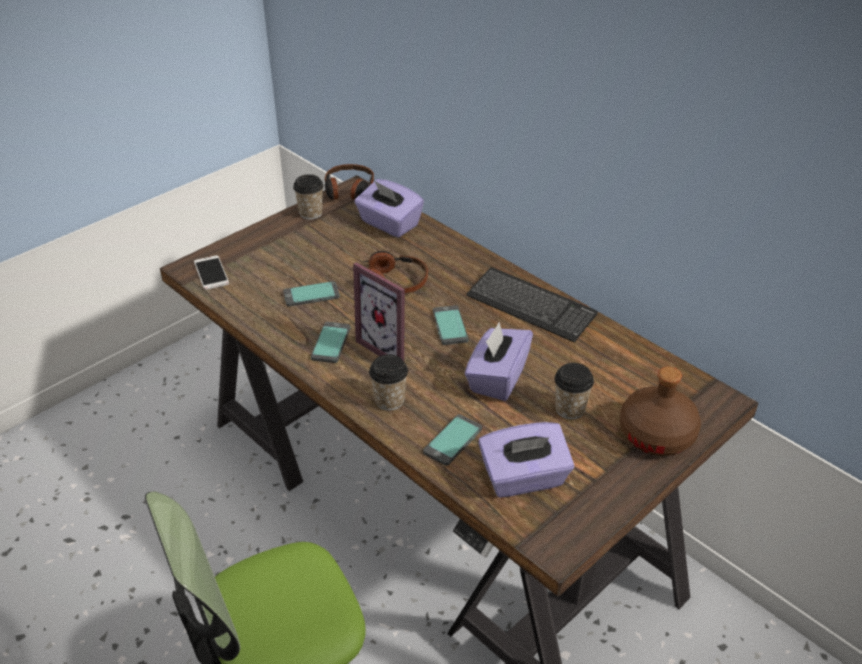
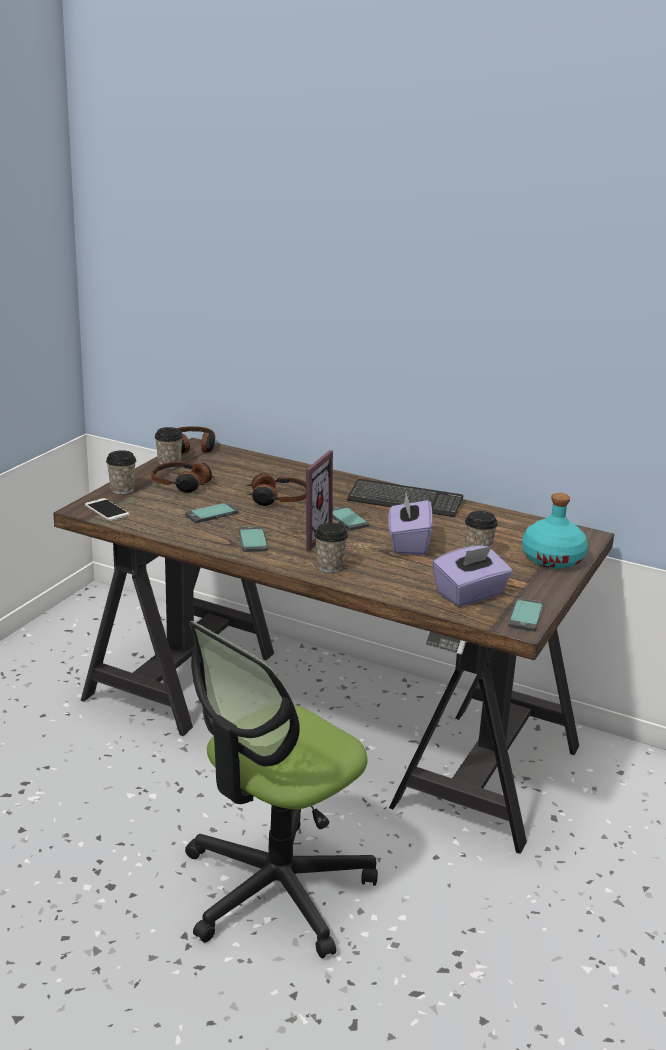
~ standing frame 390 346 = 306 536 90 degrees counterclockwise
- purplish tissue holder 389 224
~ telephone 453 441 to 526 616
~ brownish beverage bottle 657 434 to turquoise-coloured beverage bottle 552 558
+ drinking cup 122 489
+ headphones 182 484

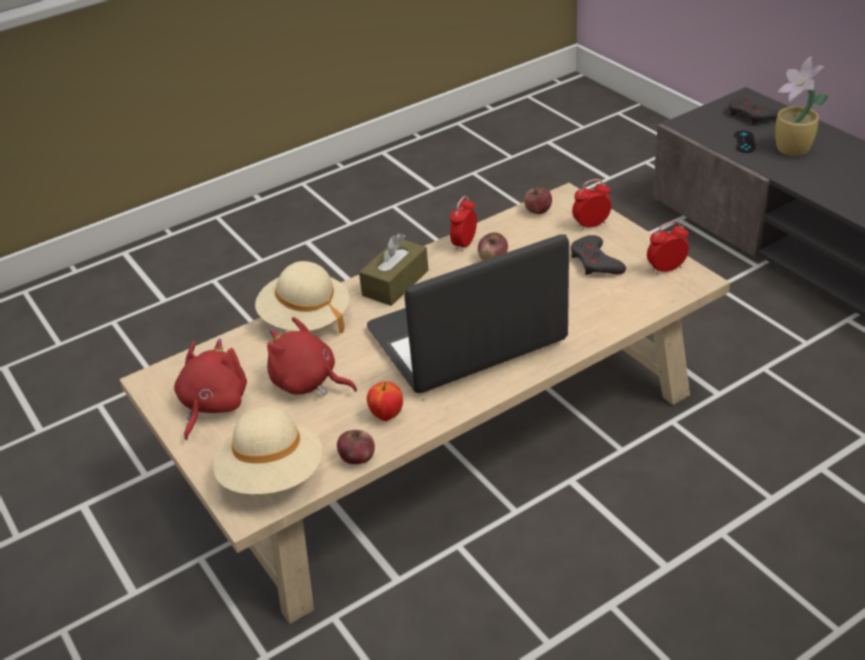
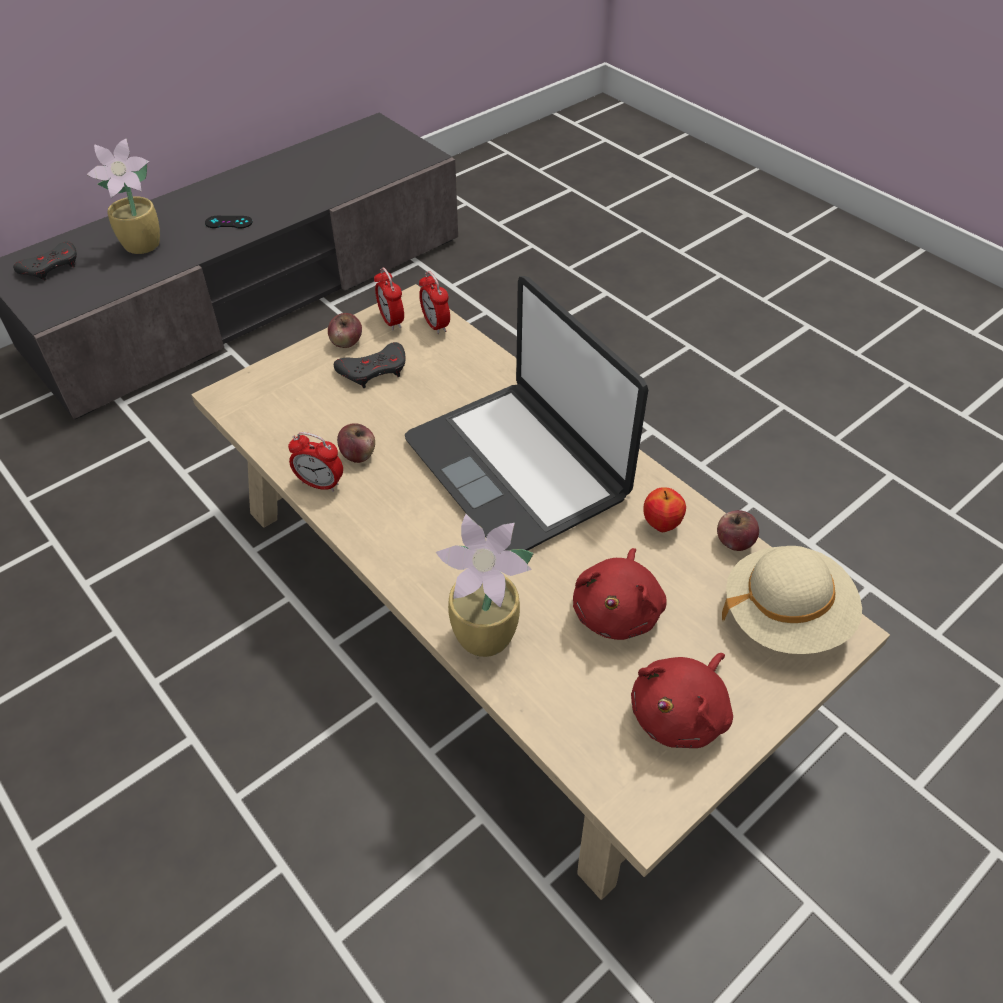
~ reddish soft toy 212 405 = 681 713 60 degrees counterclockwise
~ sand-coloured clothing hat 305 319 to potted plant 487 637
- brownish tissue holder 395 283
~ whole apple 537 211 to 346 342
~ table clock 591 225 to 435 325
~ black-coloured game controller 744 142 to 228 222

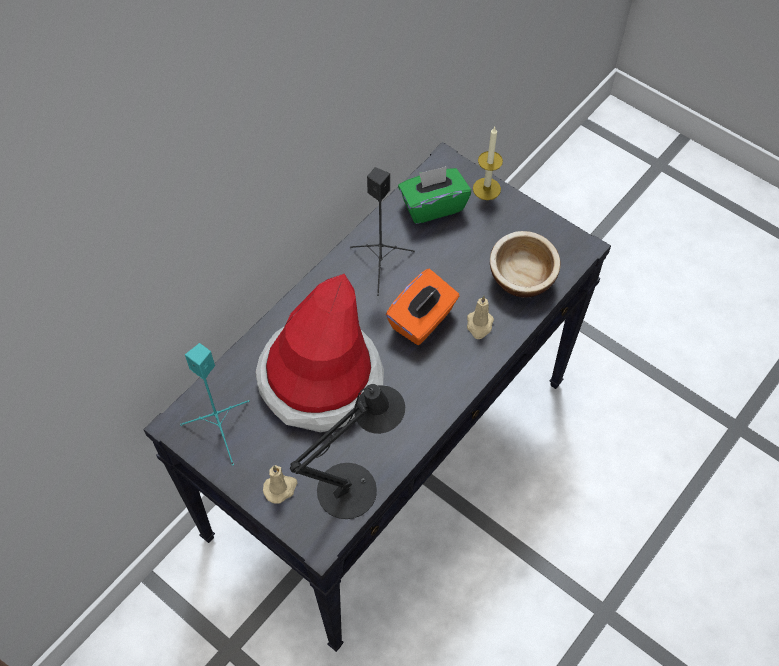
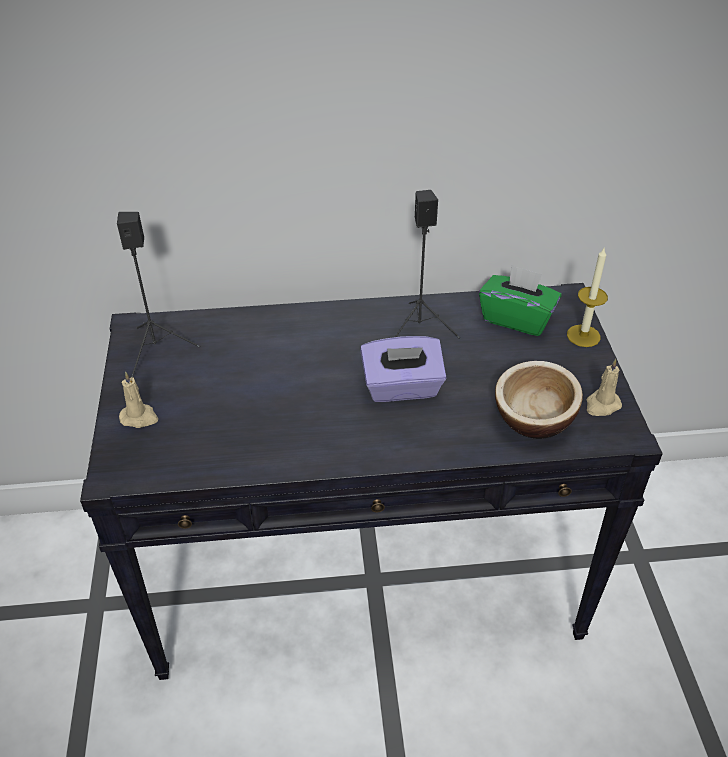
~ turquoise-coloured loudspeaker 221 430 to black-coloured loudspeaker 156 351
- clothing hat 320 378
- black-coloured lamp for a table 355 486
~ orangey tissue holder 422 320 to purplish tissue holder 402 388
~ sand-coloured candle 479 325 to 602 405

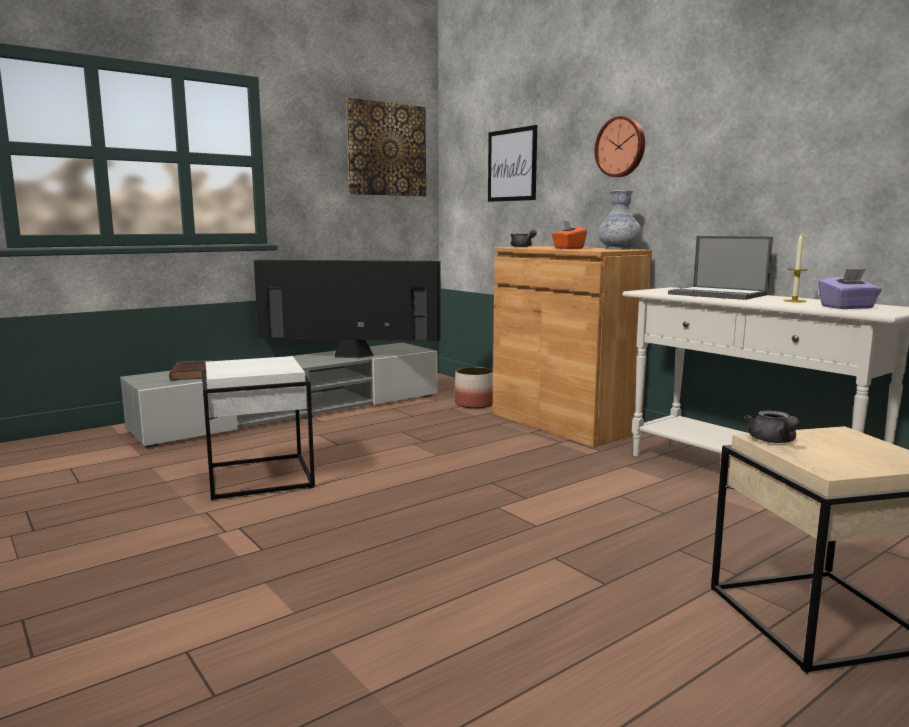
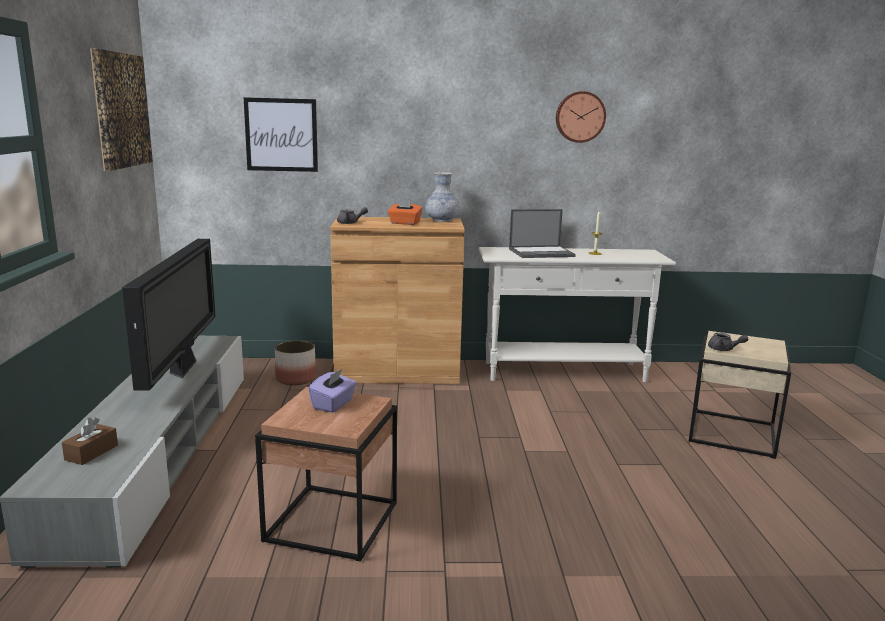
~ brownish book 192 374 to brownish tissue holder 91 452
~ white end table 260 476 to brownish end table 331 521
~ television 349 356 = 183 368 135 degrees clockwise
~ hanging clock 621 147 to 580 117
~ purplish tissue holder 847 307 to 333 404

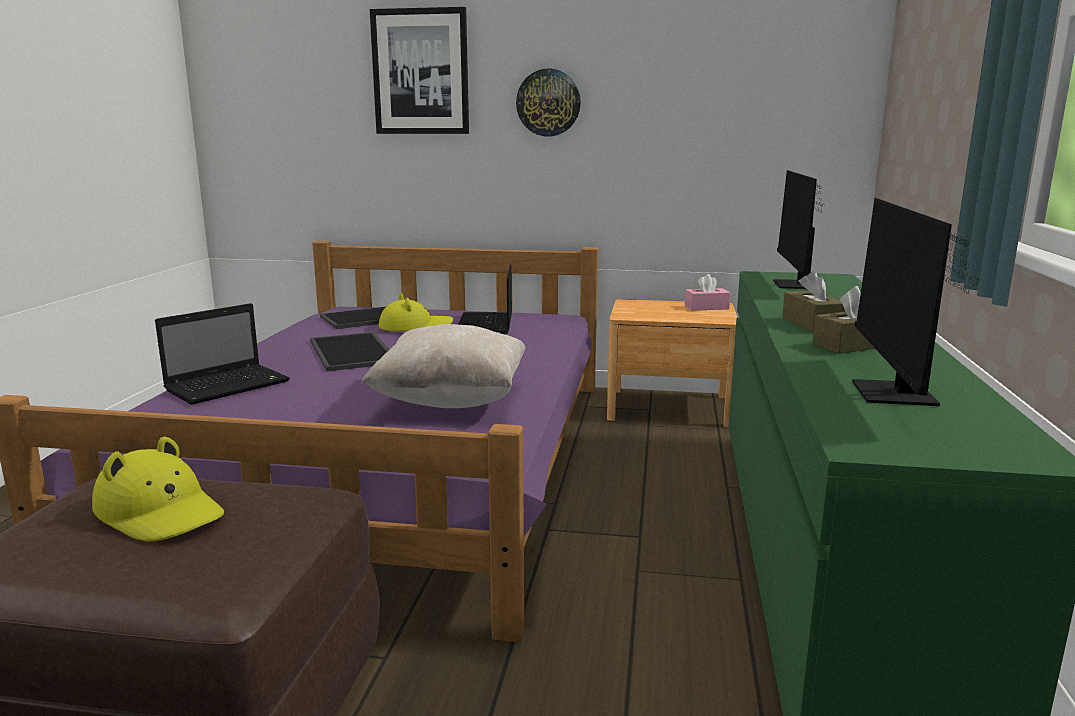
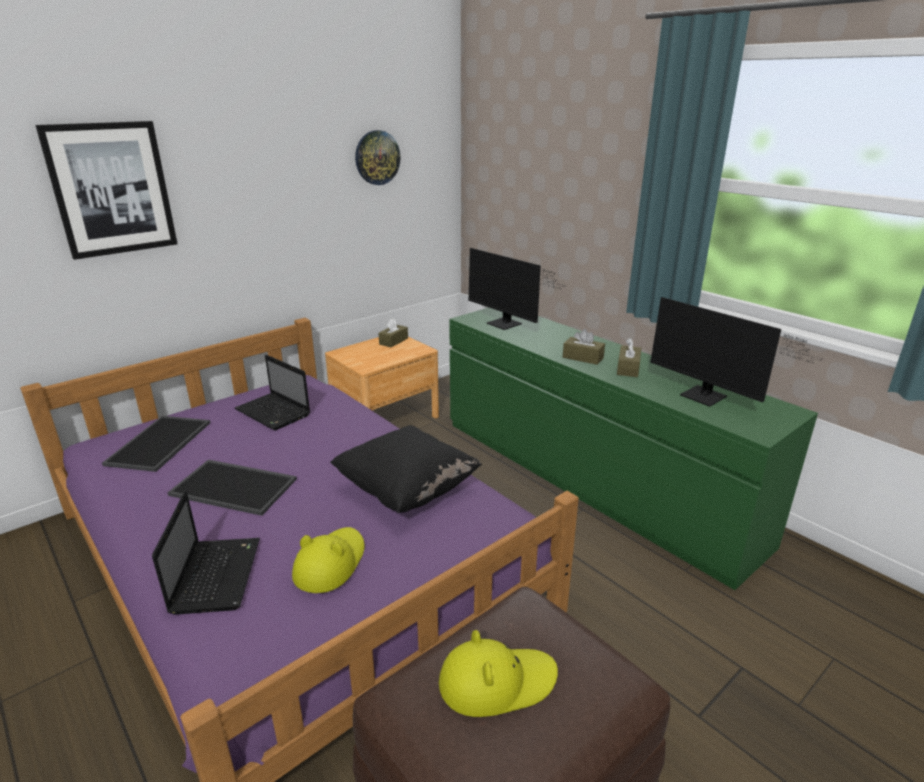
~ sand-coloured pillow 451 401 to black-coloured pillow 407 490
~ yellowish clothing hat 415 327 to 330 563
~ hanging clock 548 103 to 377 157
~ pink-coloured tissue holder 706 307 to brownish tissue holder 393 341

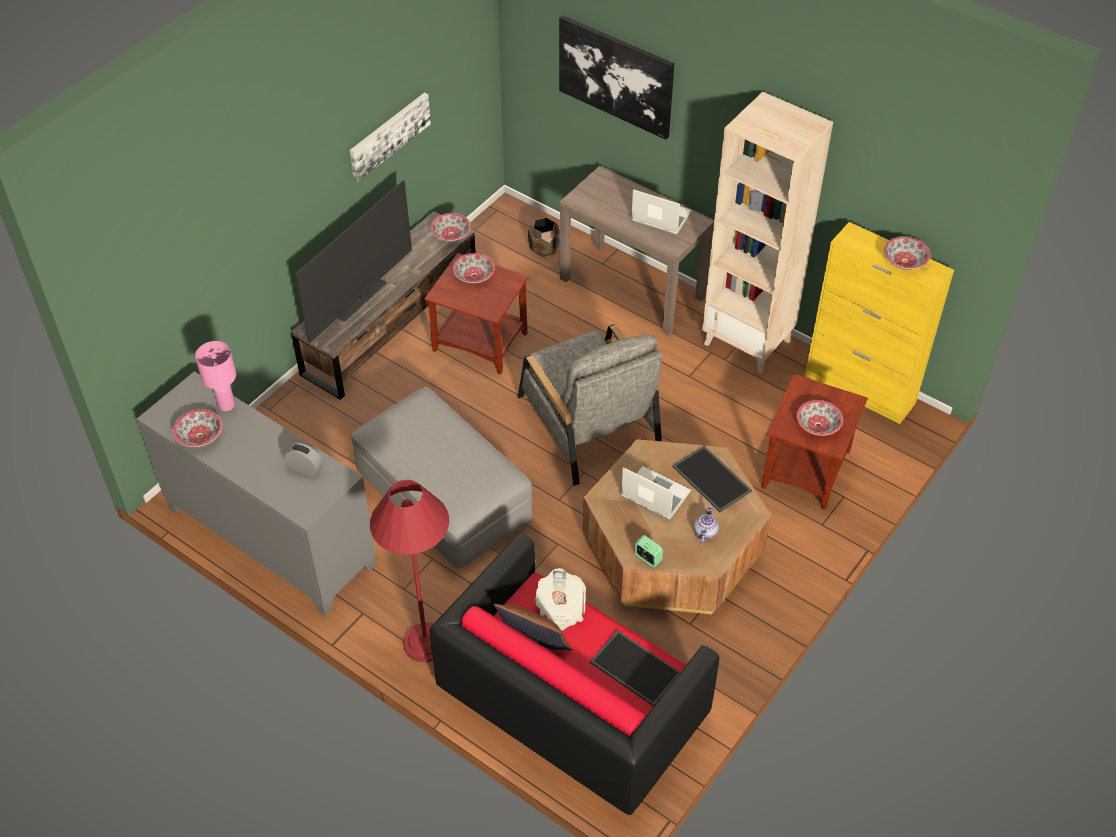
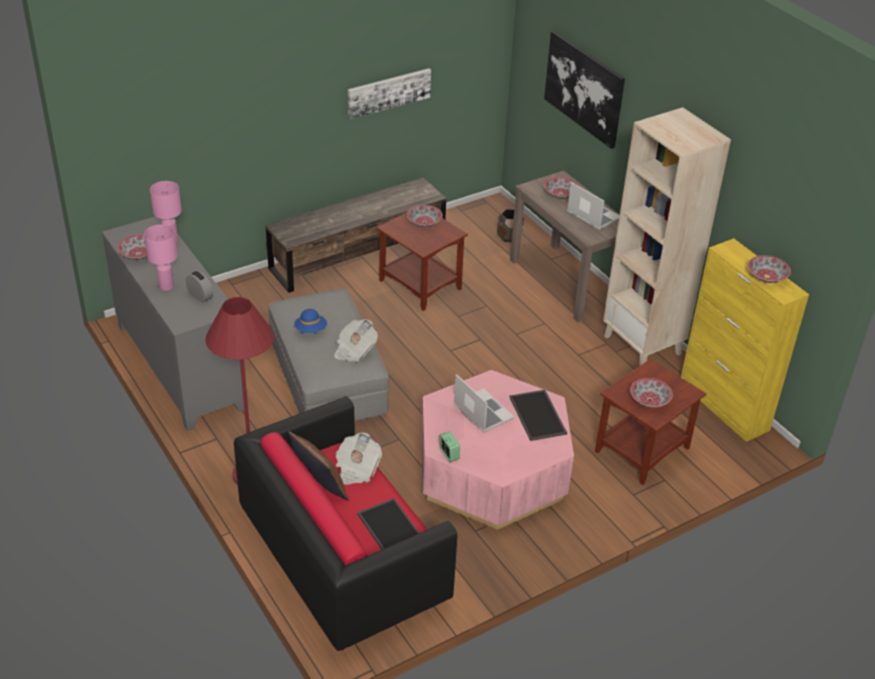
- television 361 299
~ deep dish 451 234 to 560 194
- gray easy chair 588 423
~ brownish coffee table 672 548 to pink-coloured coffee table 492 471
- teapot 704 532
+ pink-coloured lamp for a table 166 286
+ bluish clothing hat 311 330
+ newspaper 354 350

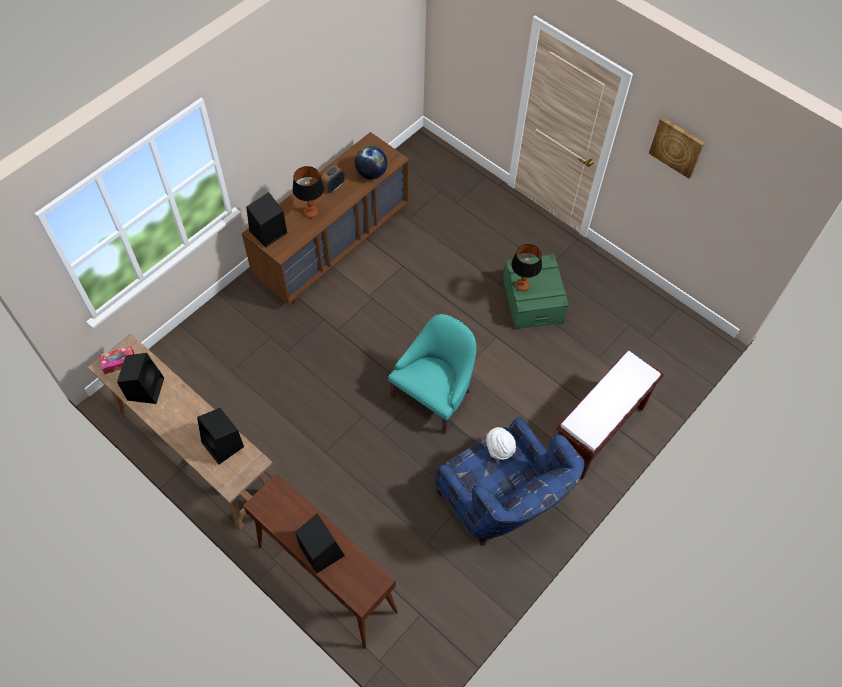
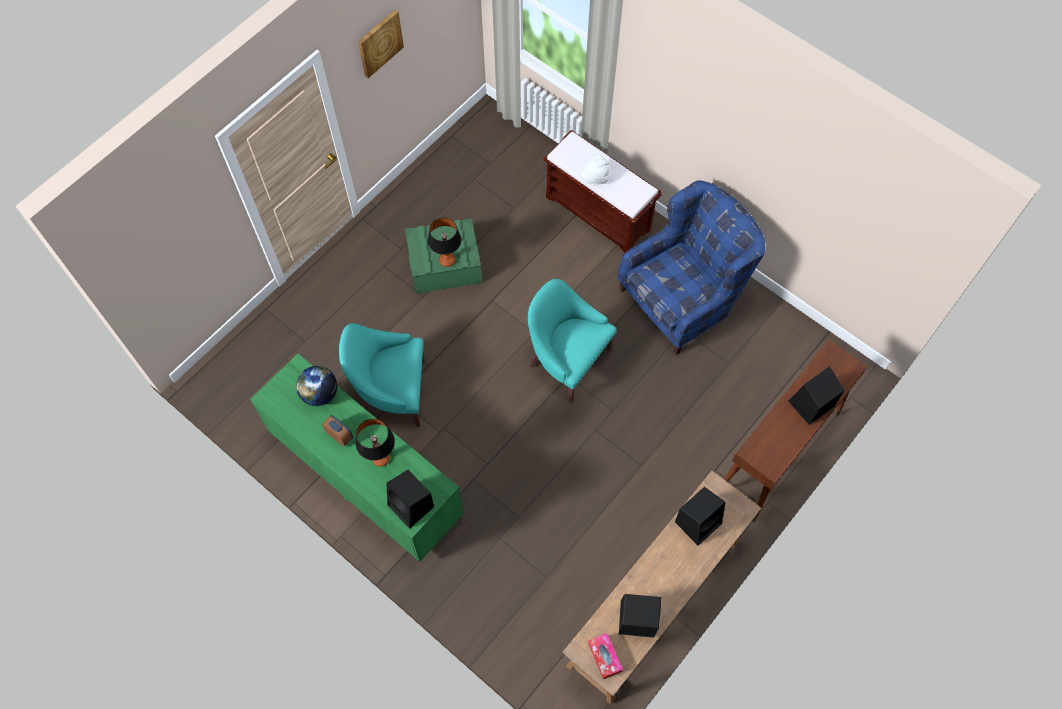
~ brownish dresser 333 246 to greenish dresser 366 477
~ white clothing hat 499 448 to 595 178
+ turquoise-coloured easy chair 392 392

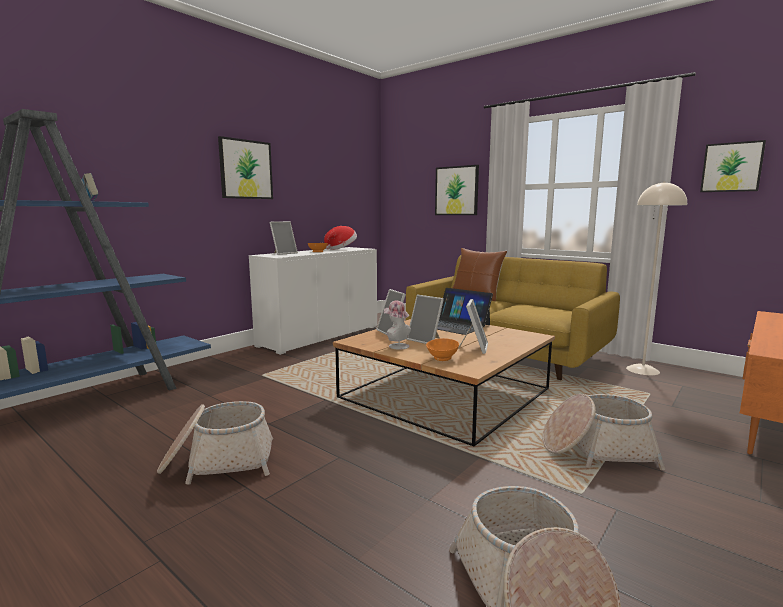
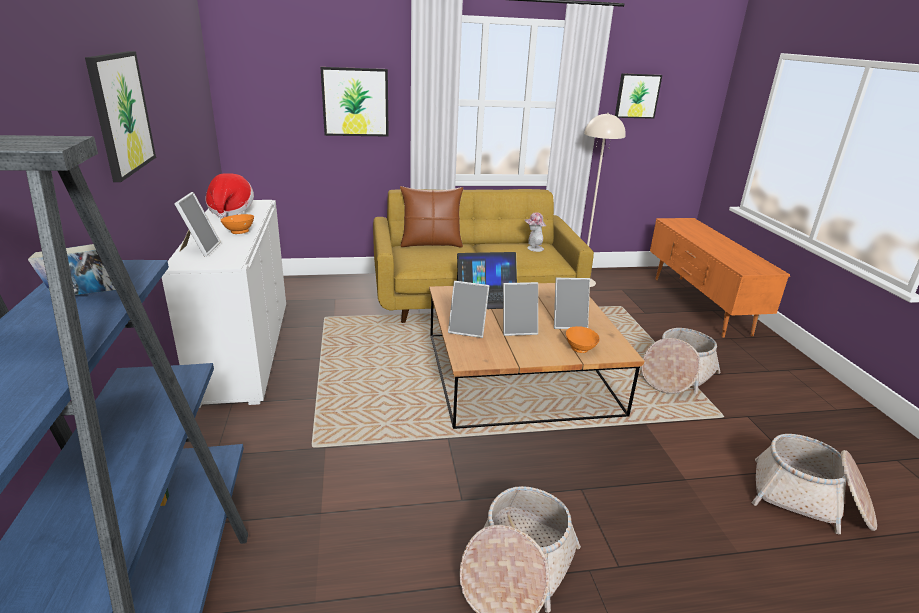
~ clothing hat 396 345 to 533 248
~ standing frame 474 348 = 568 323 120 degrees clockwise

